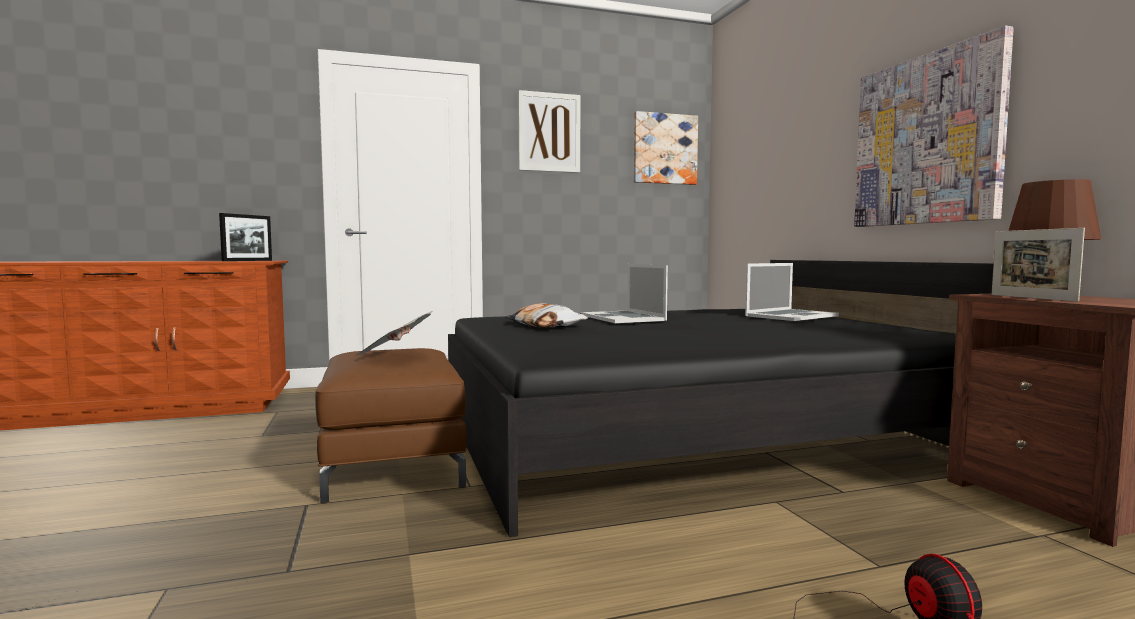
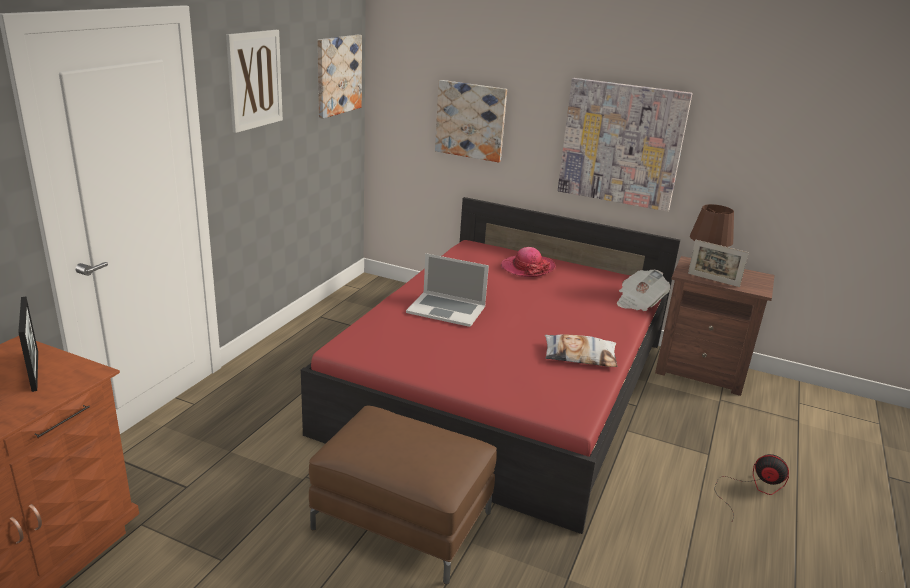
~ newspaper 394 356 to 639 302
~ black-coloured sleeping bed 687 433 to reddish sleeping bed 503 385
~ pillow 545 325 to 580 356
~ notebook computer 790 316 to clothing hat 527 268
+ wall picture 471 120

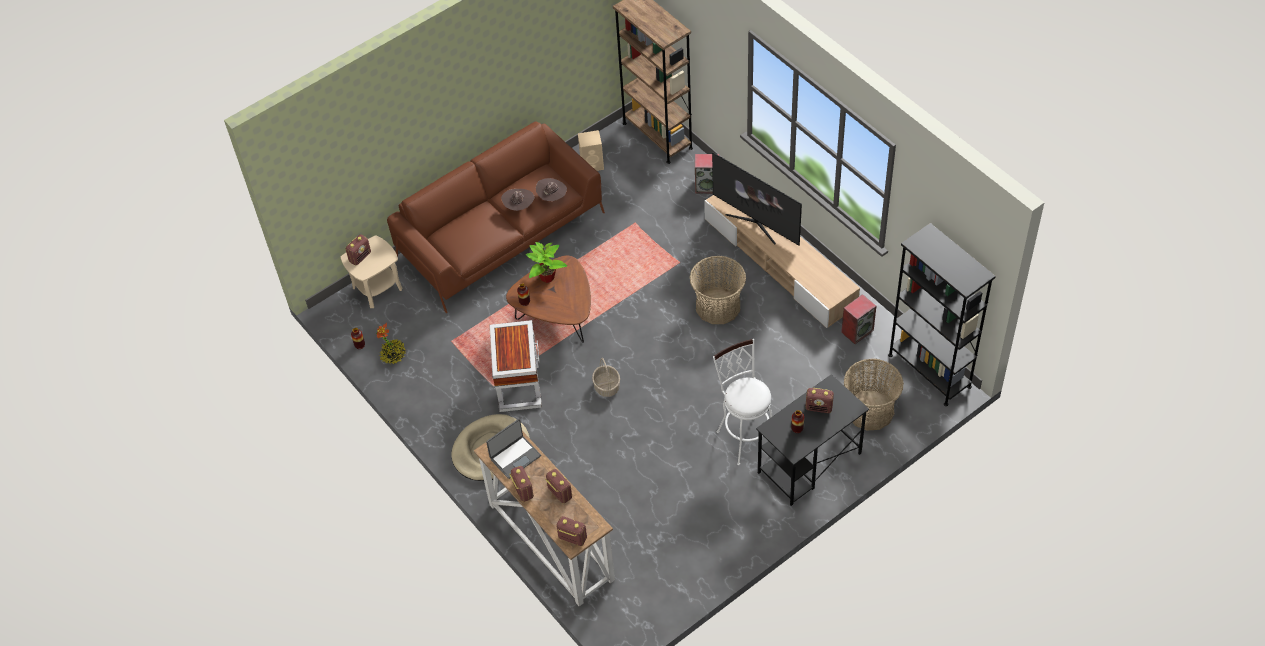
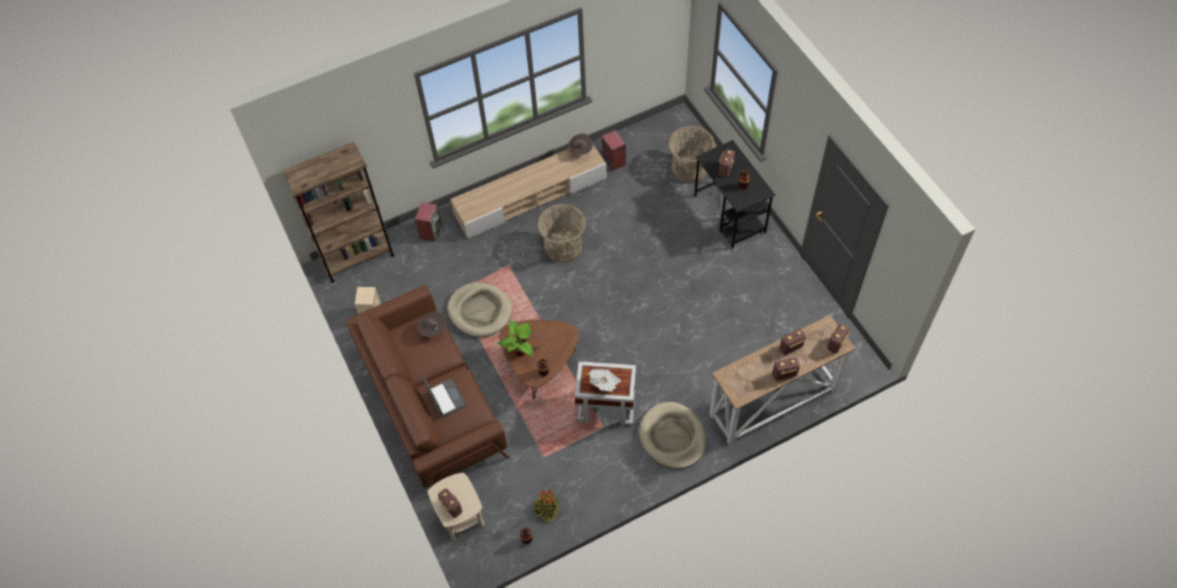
~ notebook computer 515 457 to 445 398
~ brownish clothing hat 519 207 to 580 151
- basket 606 386
- television 756 223
- white stool seat 744 435
- black-coloured bookcase 929 371
+ sand-coloured pet bed 480 311
+ newspaper 605 383

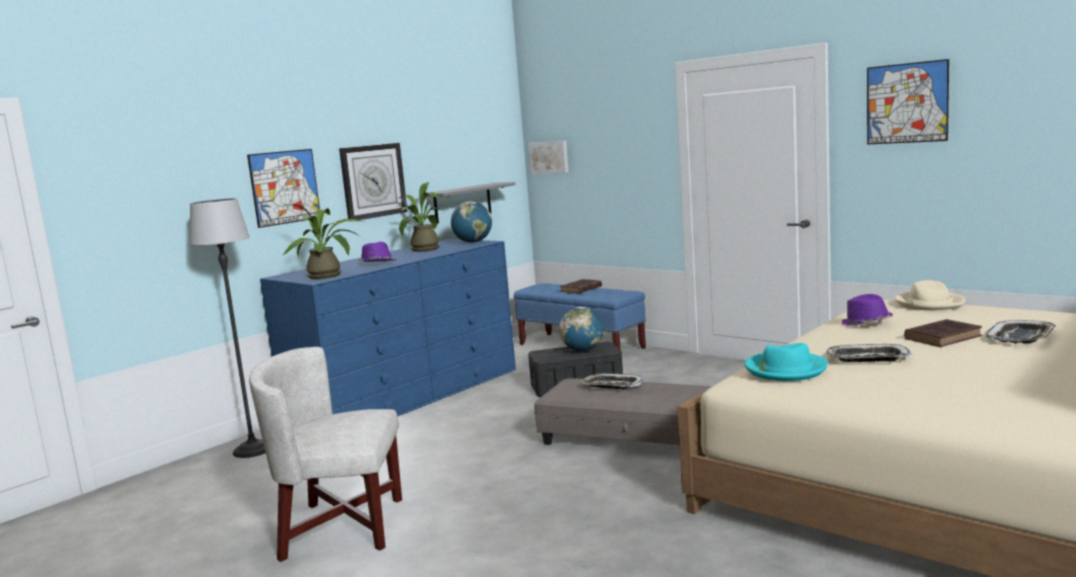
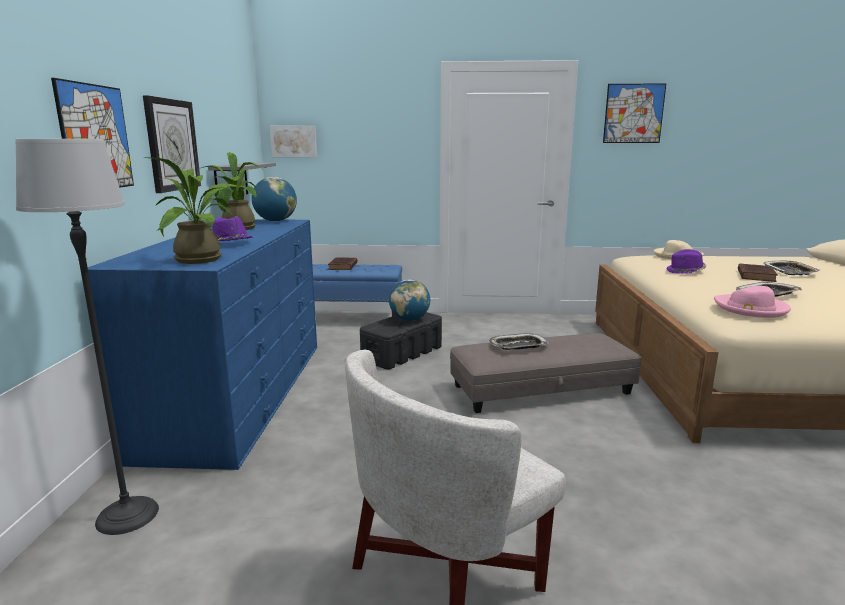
~ turquoise-coloured clothing hat 784 370 to pink-coloured clothing hat 750 309

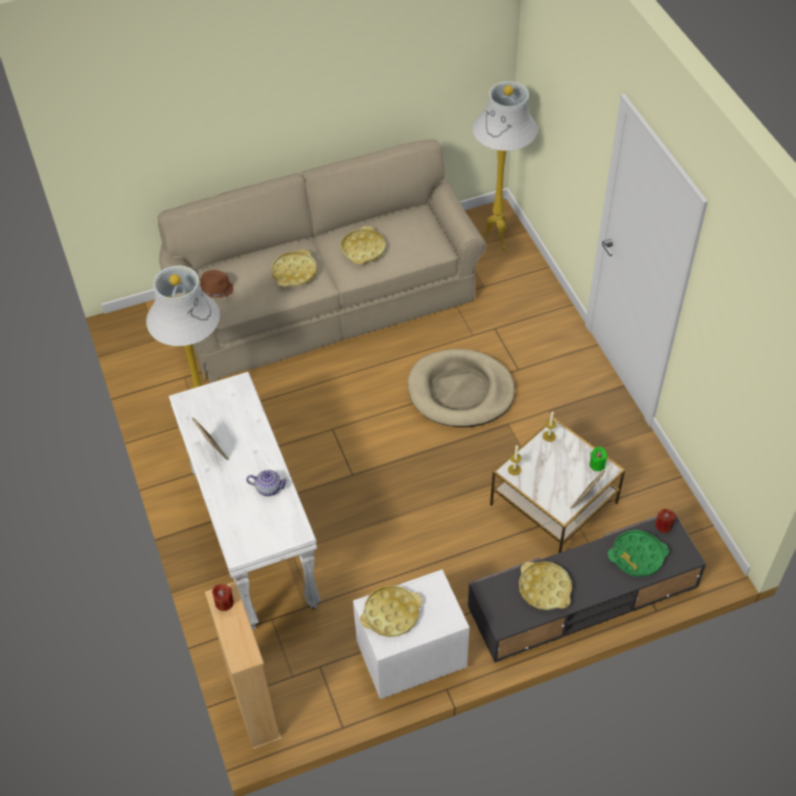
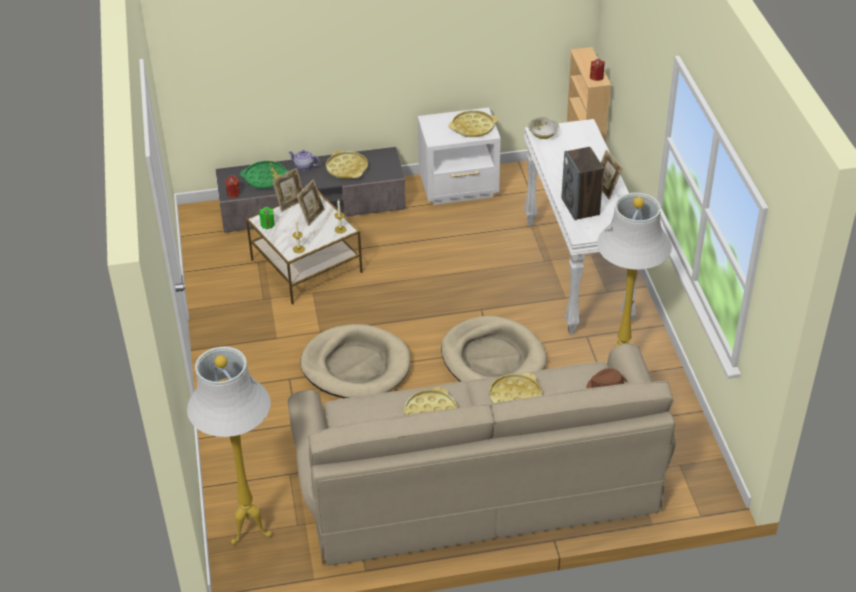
~ teapot 268 488 to 304 166
+ standing frame 312 216
+ sand-coloured pet bed 493 359
+ deep dish 543 135
+ loudspeaker 581 207

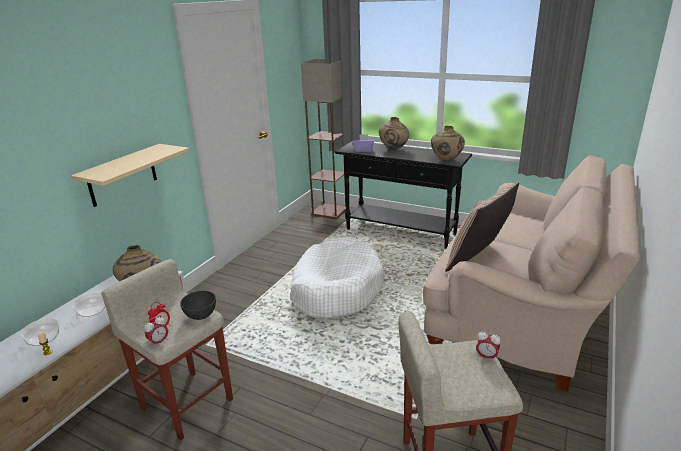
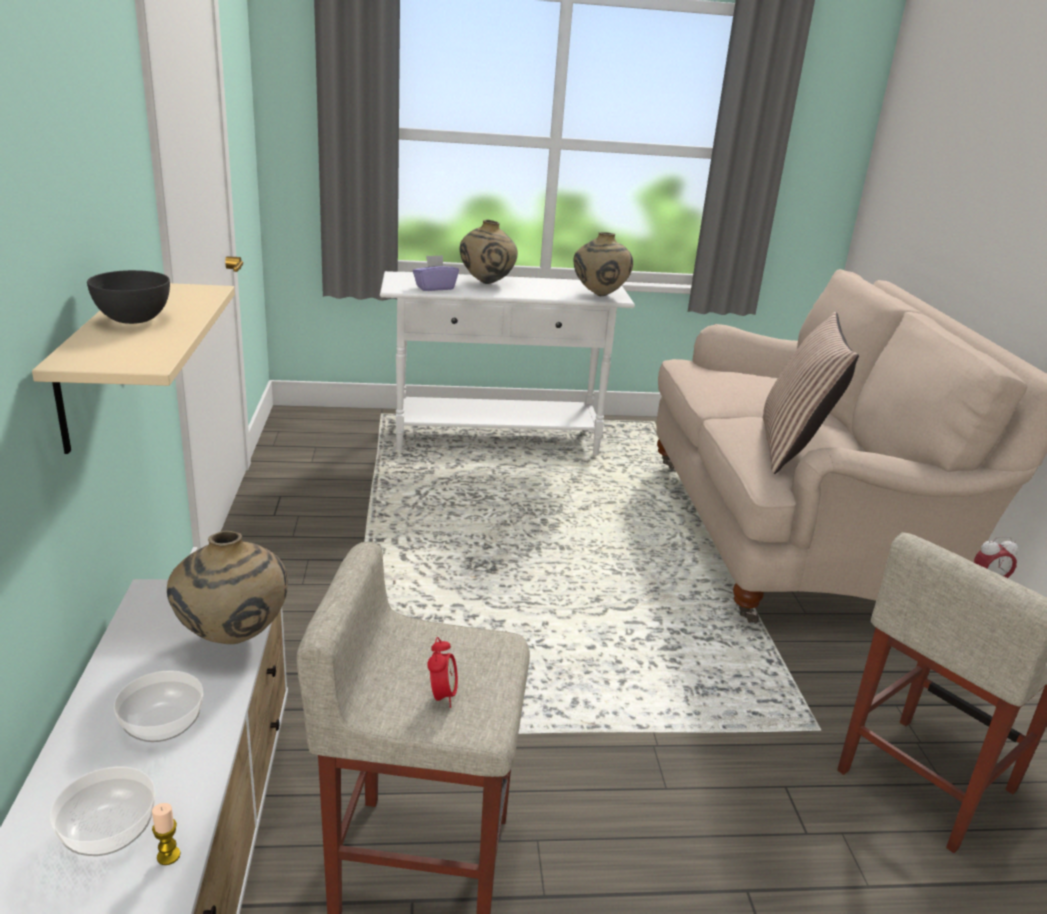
- table clock 159 342
~ gray deep dish 201 315 to 133 319
- white pet bed 336 289
- standing lamp 330 211
~ black-coloured narrow table 401 232 to white narrow table 497 439

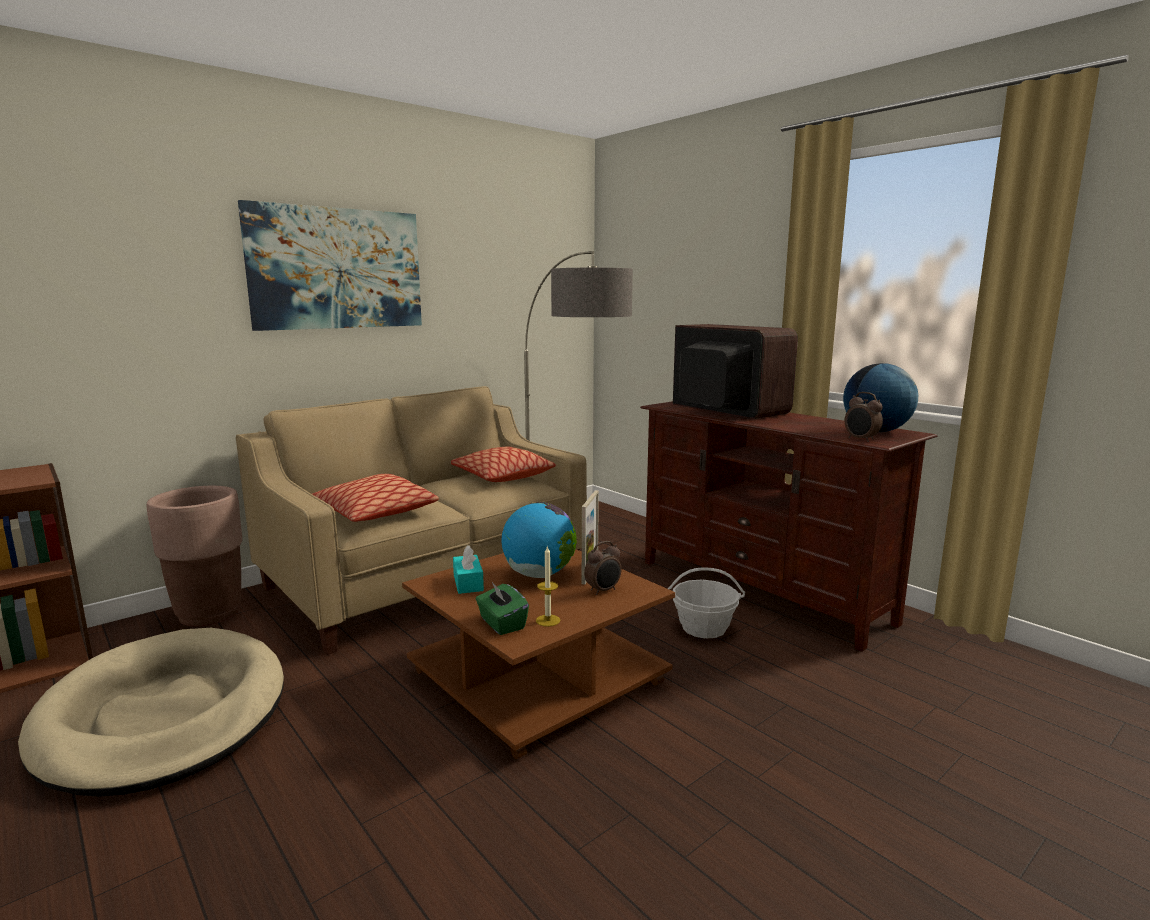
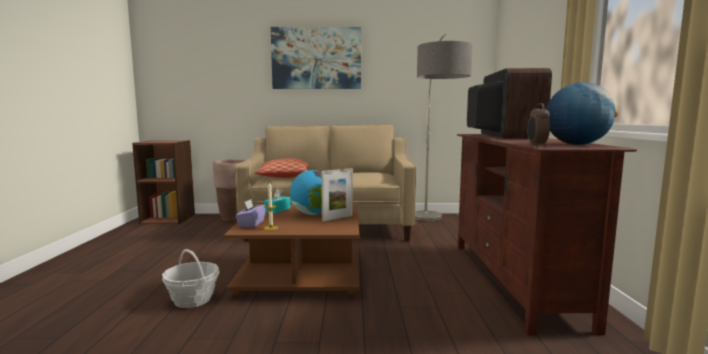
- sand-coloured pet bed 164 715
- pillow 502 476
~ greenish tissue holder 501 624 to purplish tissue holder 251 224
- table clock 603 591
~ basket 703 627 to 192 299

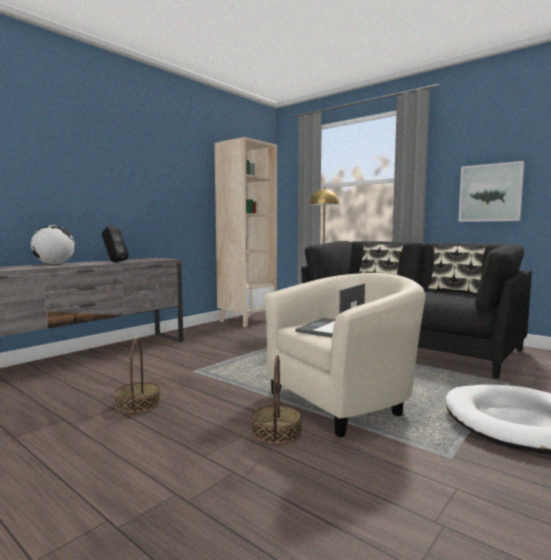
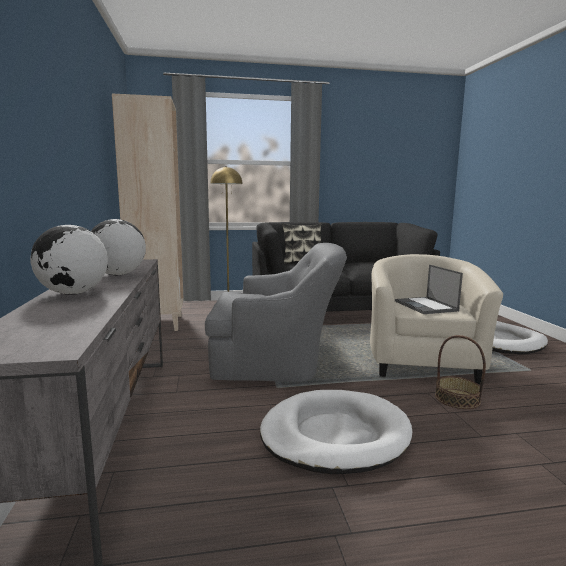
~ black-coloured loudspeaker 114 262 to world globe 118 275
~ basket 138 404 to white pet bed 334 435
- pillow 455 291
- wall picture 490 193
+ gray easy chair 277 362

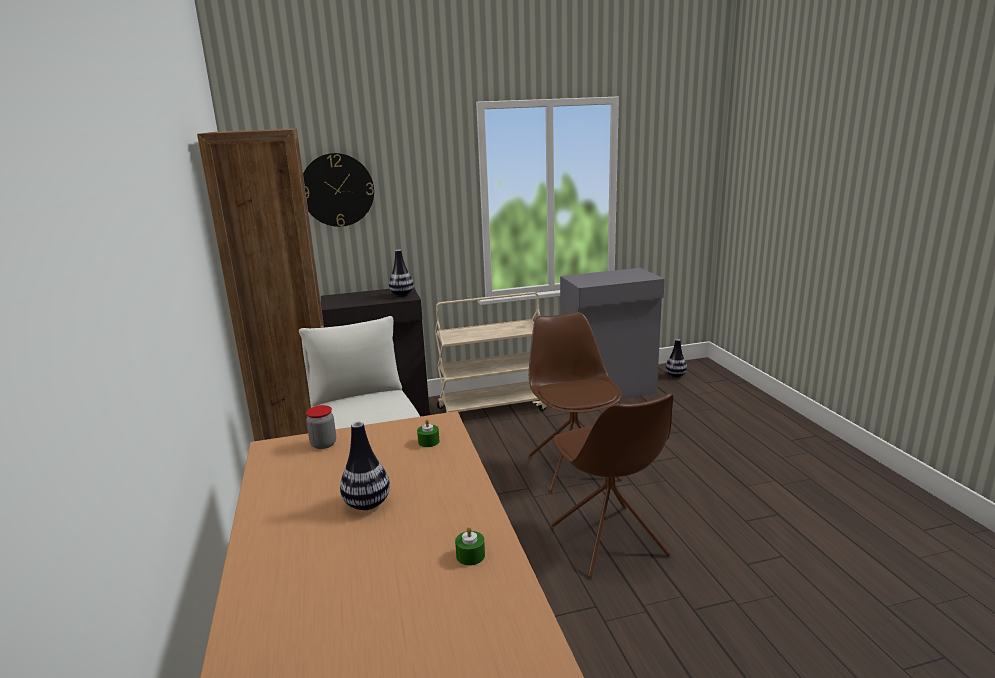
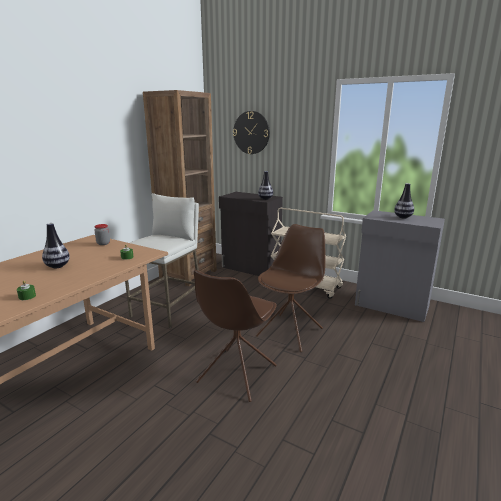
~ flower vase 675 376 to 403 217

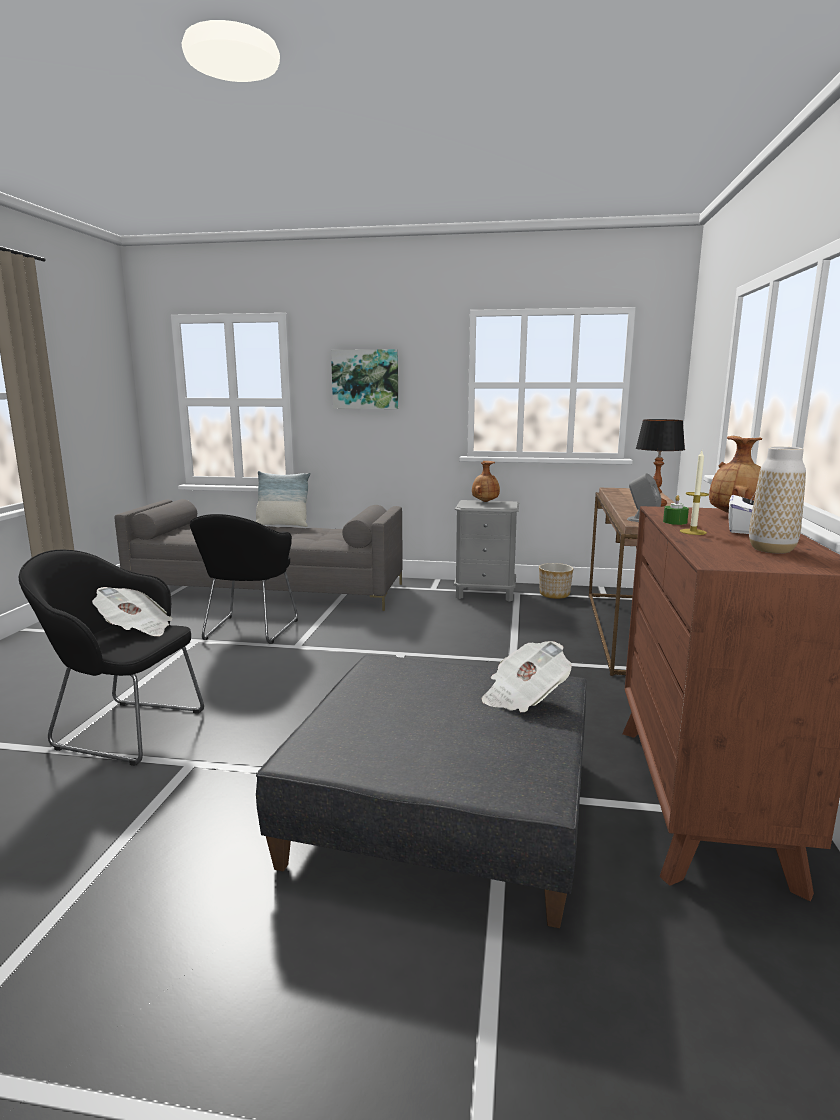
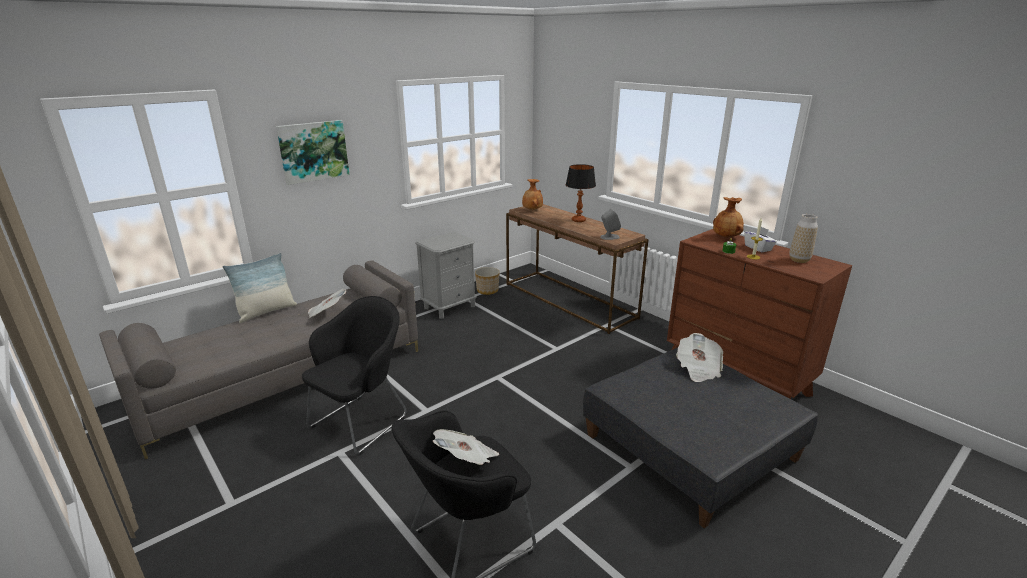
~ black-coloured easy chair 248 631 = 362 420 105 degrees counterclockwise
~ brownish flower vase 484 502 to 532 210
+ newspaper 327 313

